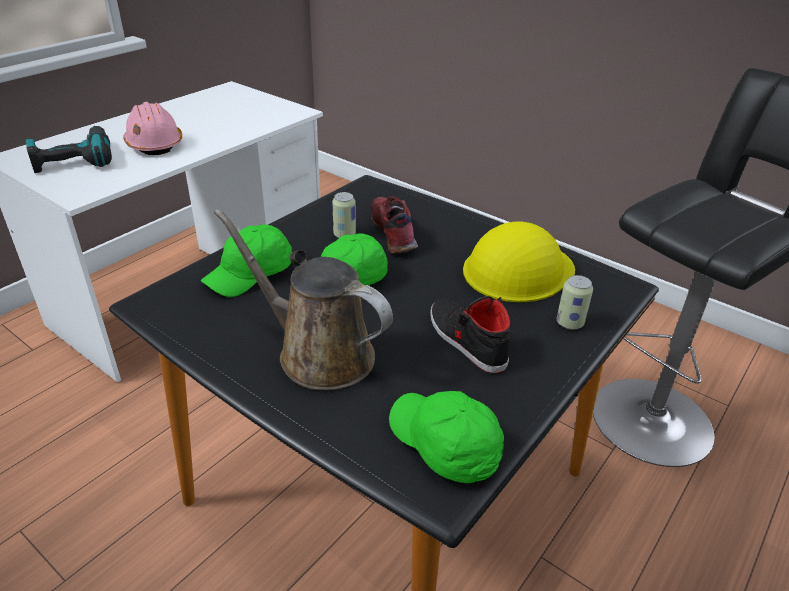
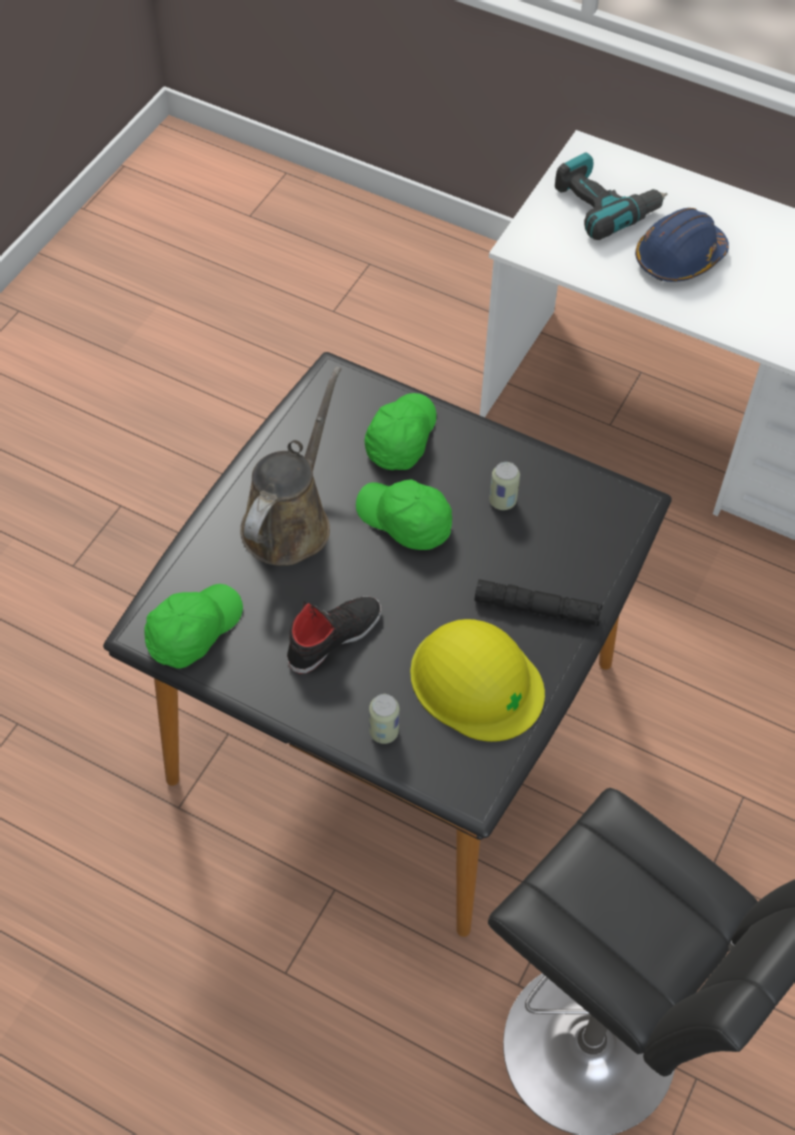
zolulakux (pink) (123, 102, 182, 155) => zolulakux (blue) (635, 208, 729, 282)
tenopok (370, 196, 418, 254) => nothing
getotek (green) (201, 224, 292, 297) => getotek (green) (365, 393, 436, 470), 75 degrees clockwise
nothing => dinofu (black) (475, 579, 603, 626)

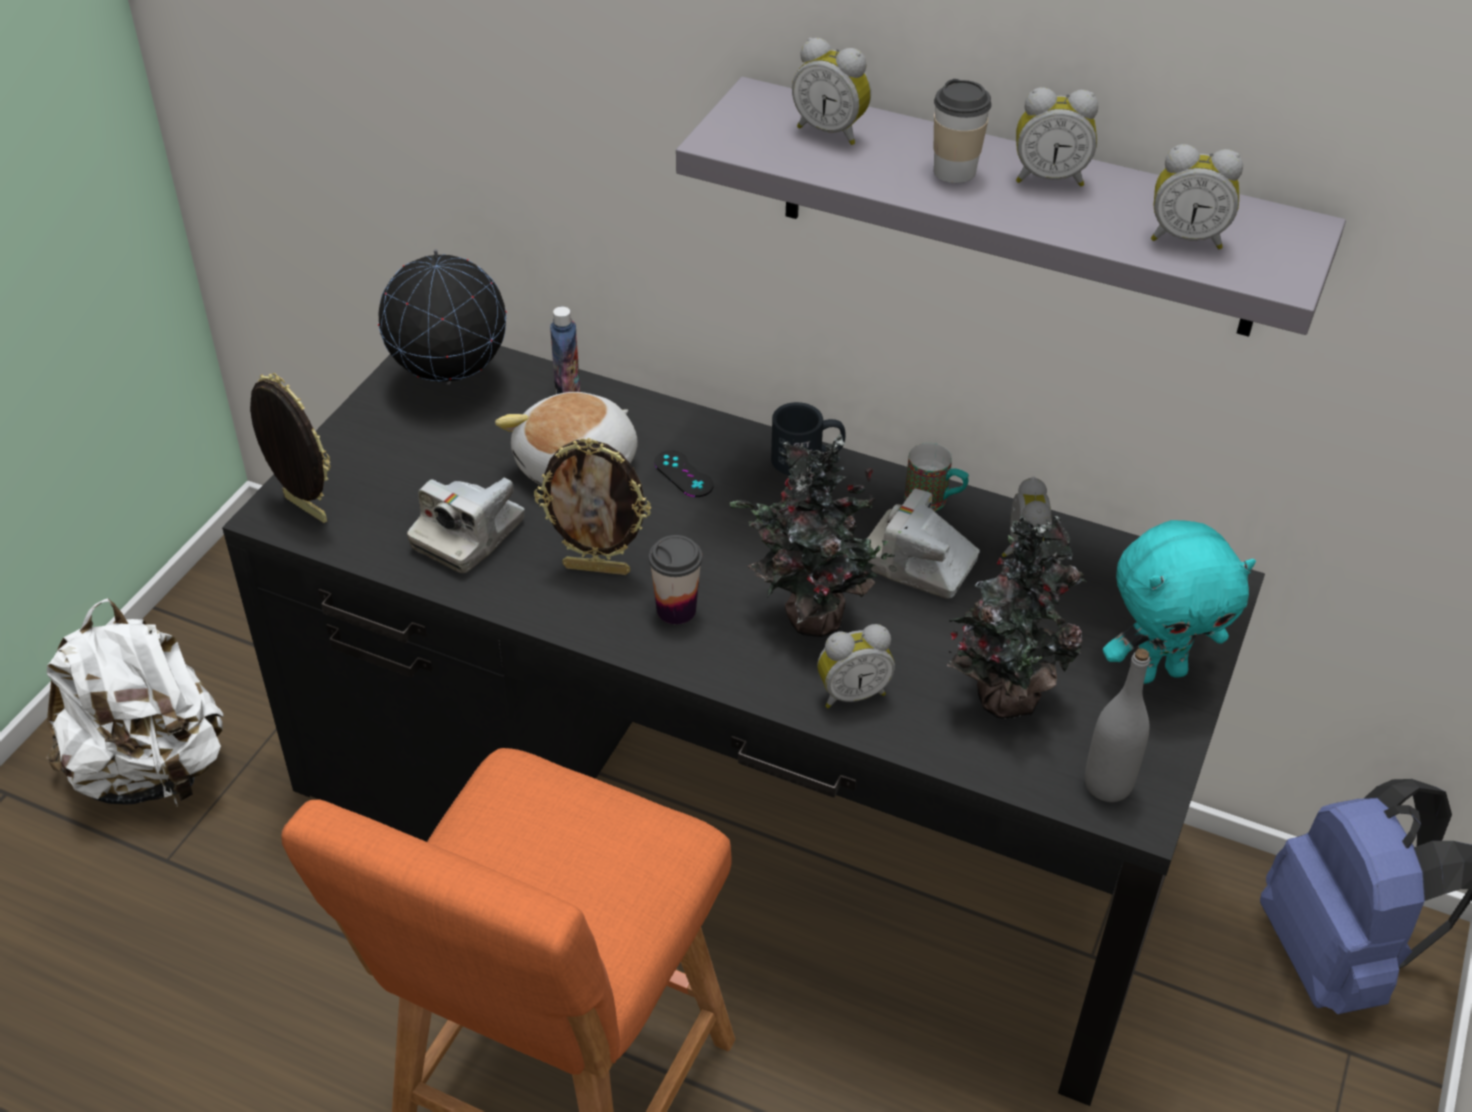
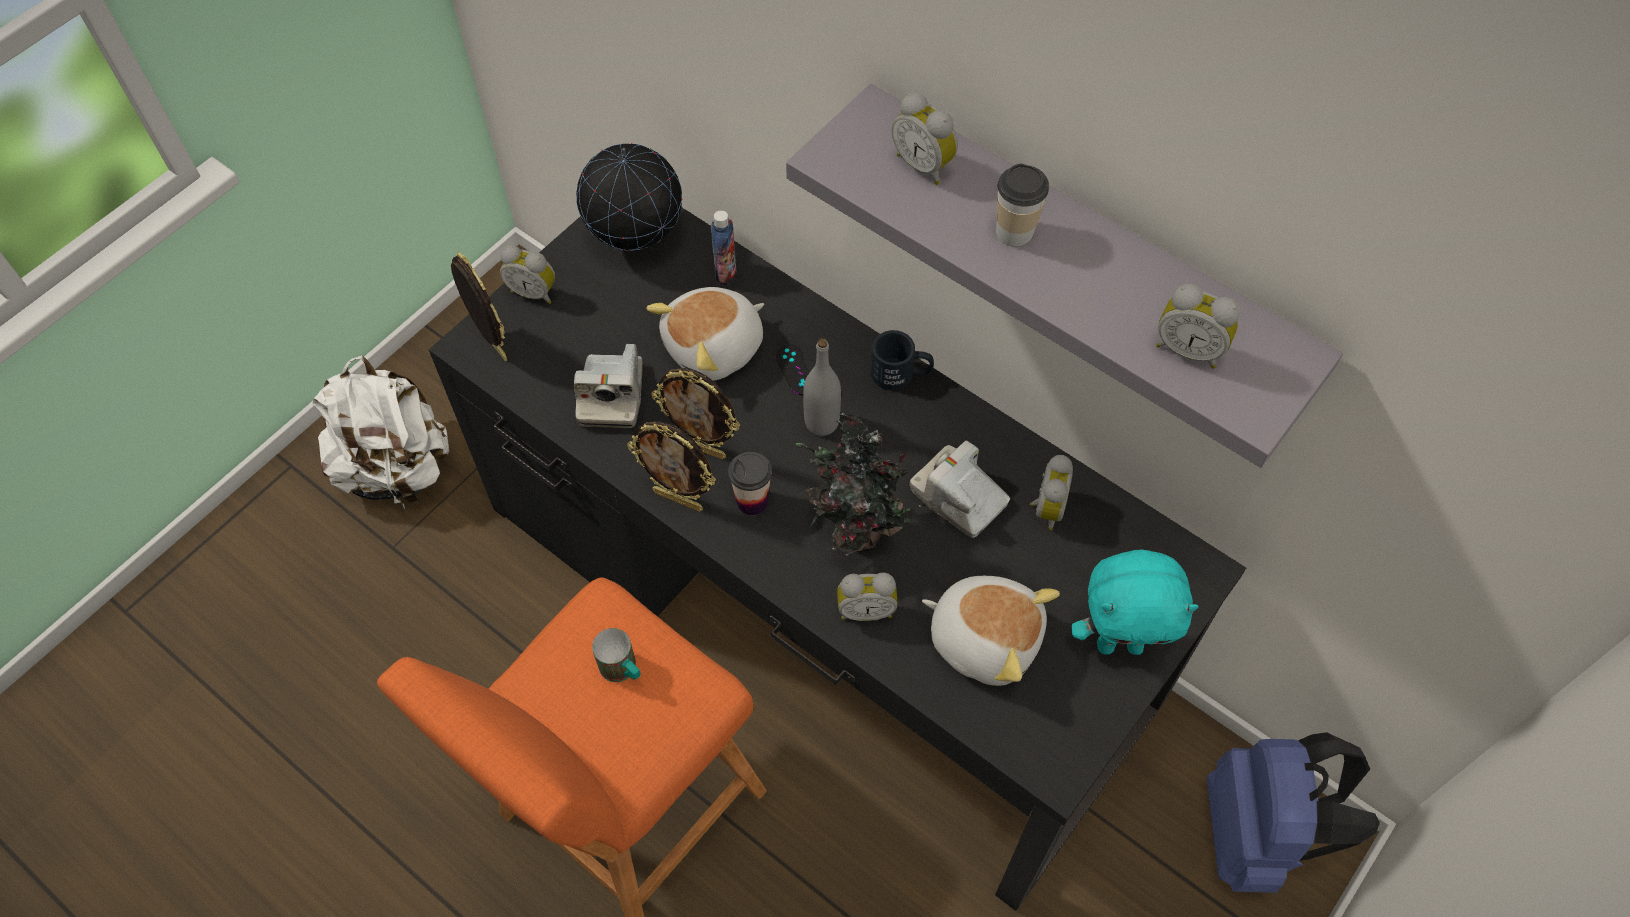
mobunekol (1016, 87, 1098, 187) => mobunekol (500, 245, 555, 304), moved
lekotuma (904, 443, 969, 511) => lekotuma (592, 628, 641, 682), moved
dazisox (407, 478, 524, 573) => dazisox (574, 344, 643, 428), 45 degrees counterclockwise
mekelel (947, 515, 1087, 719) => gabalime (922, 576, 1060, 686)
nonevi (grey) (1085, 649, 1150, 802) => nonevi (grey) (803, 338, 841, 436), moved
nothing => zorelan (627, 421, 716, 512)

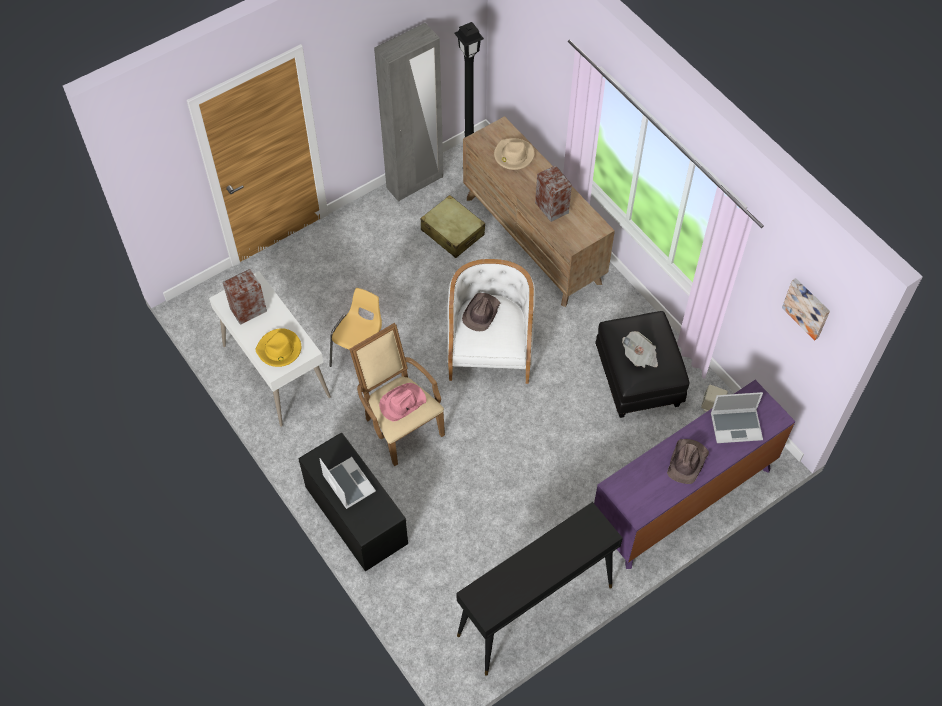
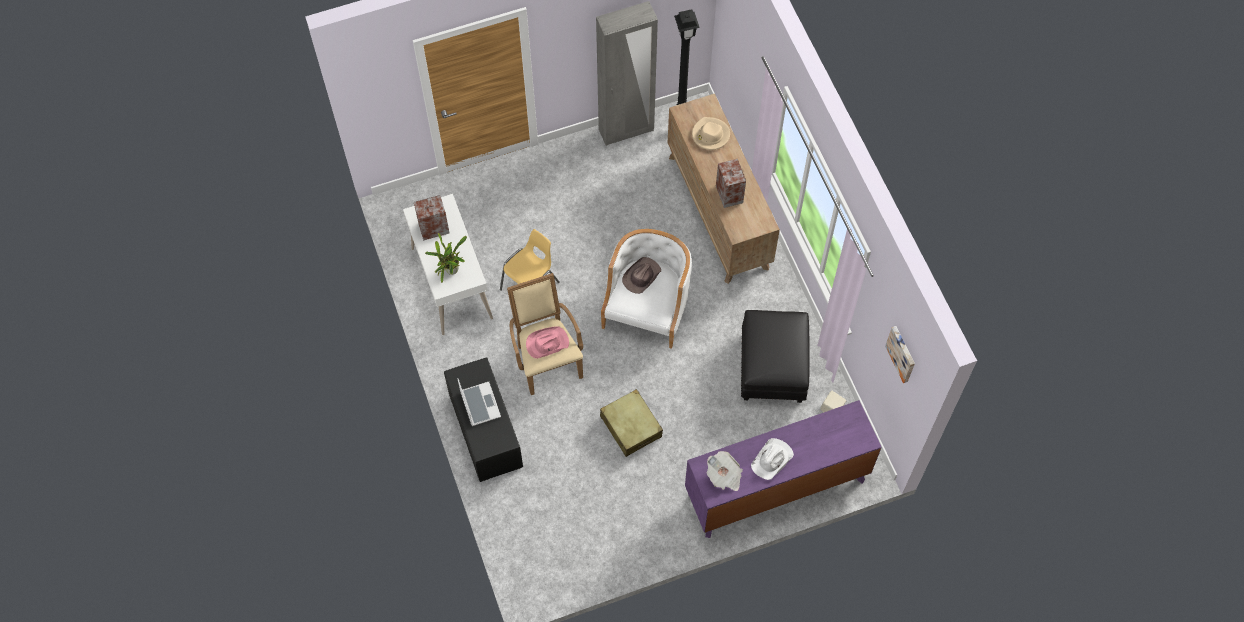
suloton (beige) (421, 195, 485, 258) => suloton (beige) (600, 389, 663, 457), moved
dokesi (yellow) (255, 328, 301, 367) => mekelel (425, 233, 467, 283)
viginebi (622, 331, 658, 368) => viginebi (707, 451, 743, 491), moved
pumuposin (711, 392, 763, 443) => nothing
dokesi (brown) (667, 439, 709, 484) => dokesi (white) (751, 438, 794, 480)
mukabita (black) (457, 502, 623, 676) => nothing

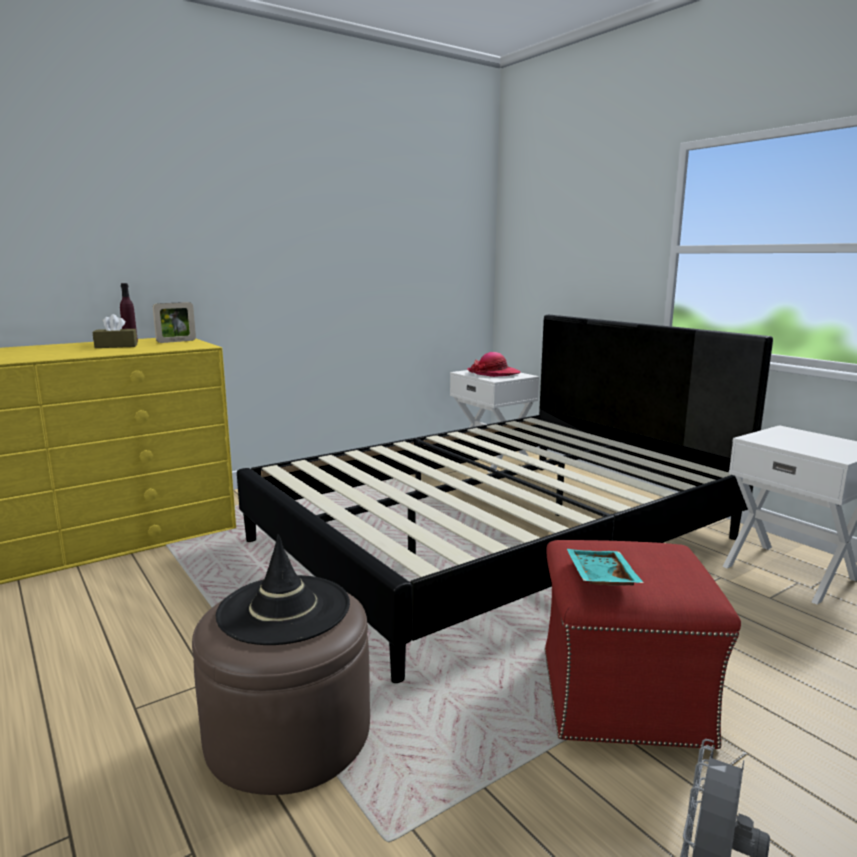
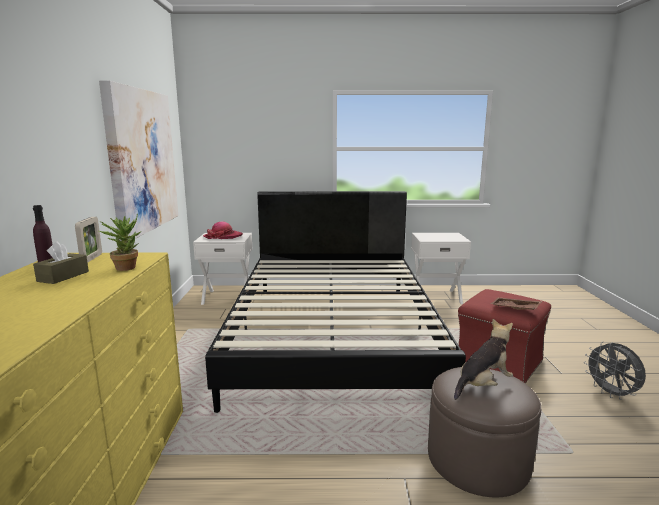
dokesi (black) (216, 534, 350, 645) => gabalime (454, 319, 513, 400)
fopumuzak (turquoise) (567, 549, 644, 586) => fopumuzak (brown) (490, 298, 542, 310)
nothing => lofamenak (99, 80, 178, 241)
nothing => mekelel (99, 213, 141, 271)

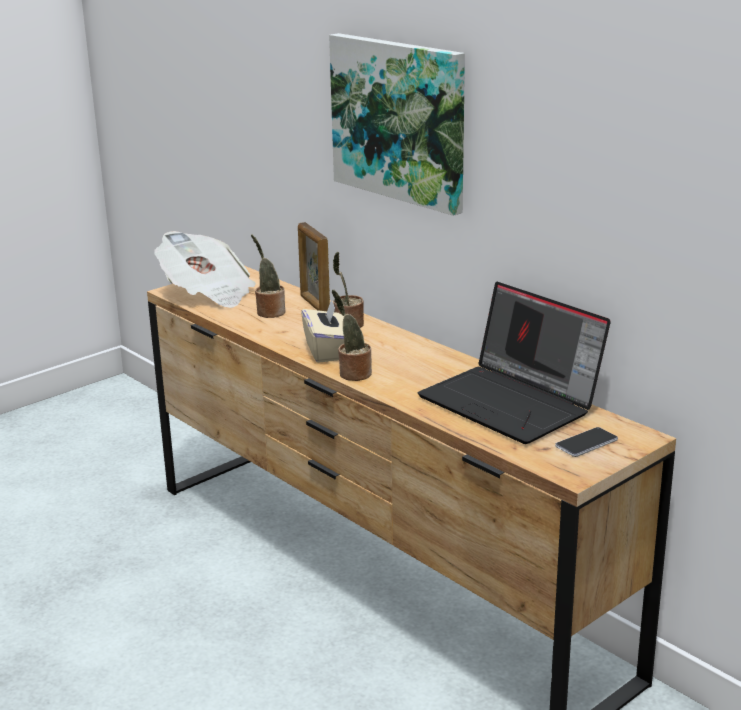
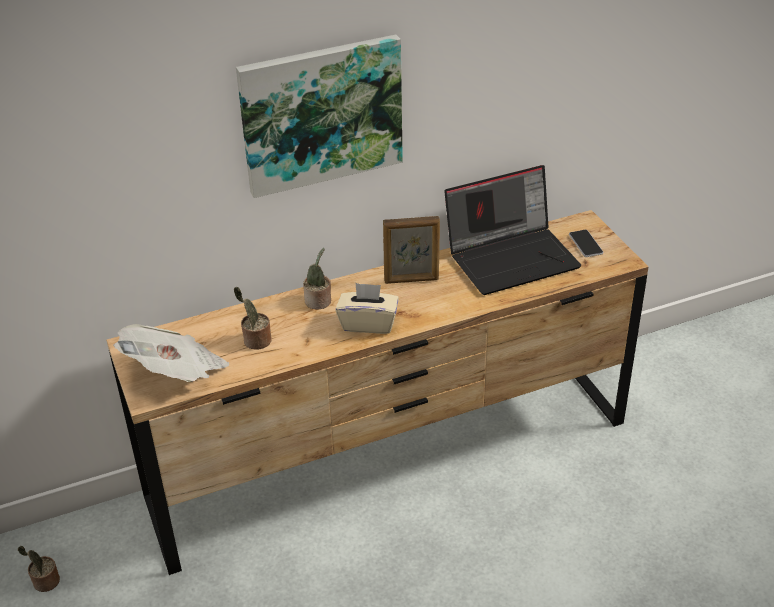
zorelan (298, 222, 330, 311) => zorelan (383, 216, 440, 284), moved
mekelel (332, 290, 372, 381) => mekelel (18, 546, 60, 592), moved

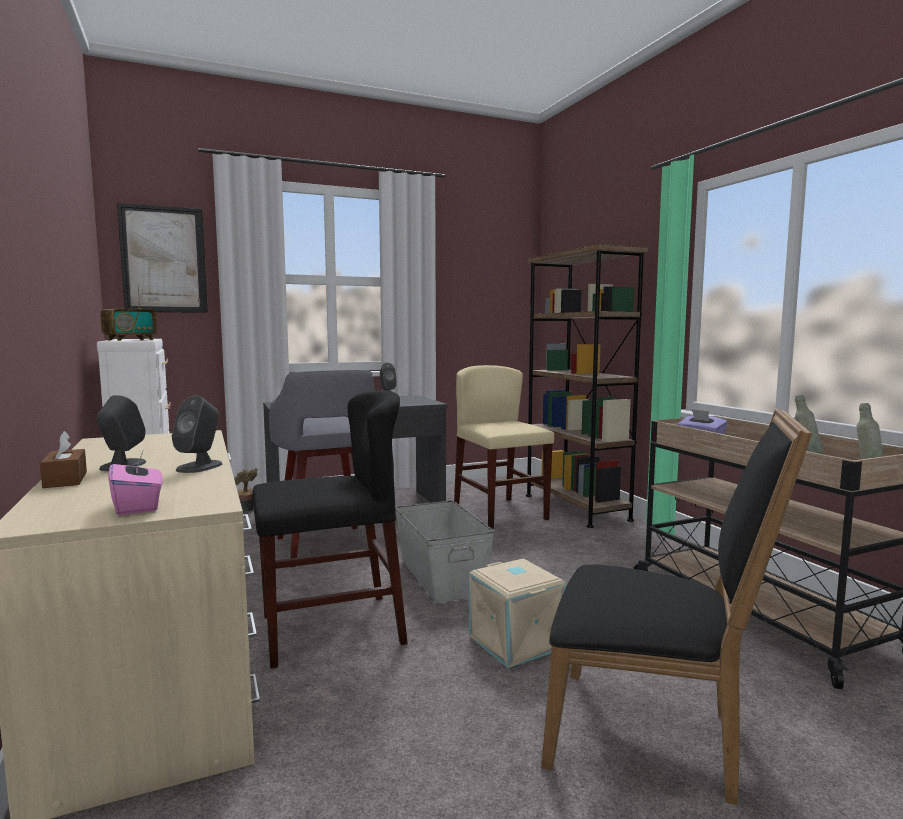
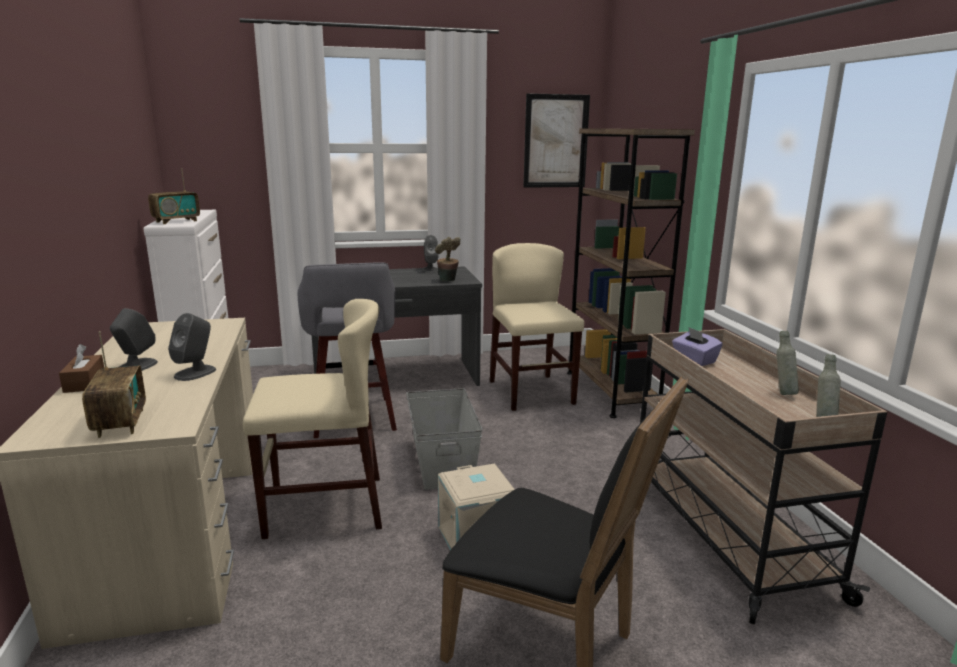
lofamenak (117, 203, 208, 313) => lofamenak (523, 93, 590, 188), moved
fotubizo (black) (252, 390, 408, 669) => fotubizo (beige) (243, 299, 382, 539)
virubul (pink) (108, 451, 163, 516) => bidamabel (82, 331, 146, 438)
mekelel (234, 468, 258, 512) => mekelel (435, 237, 461, 281), moved

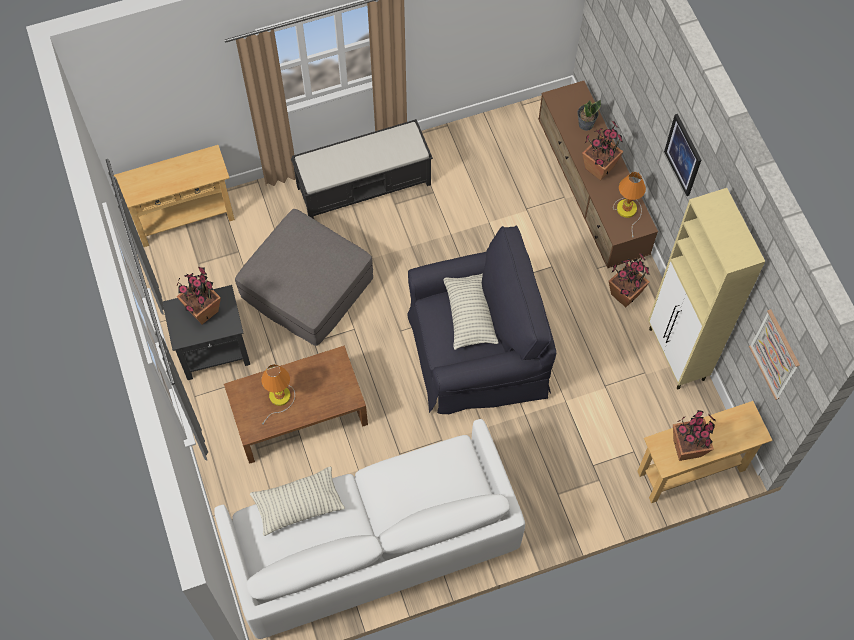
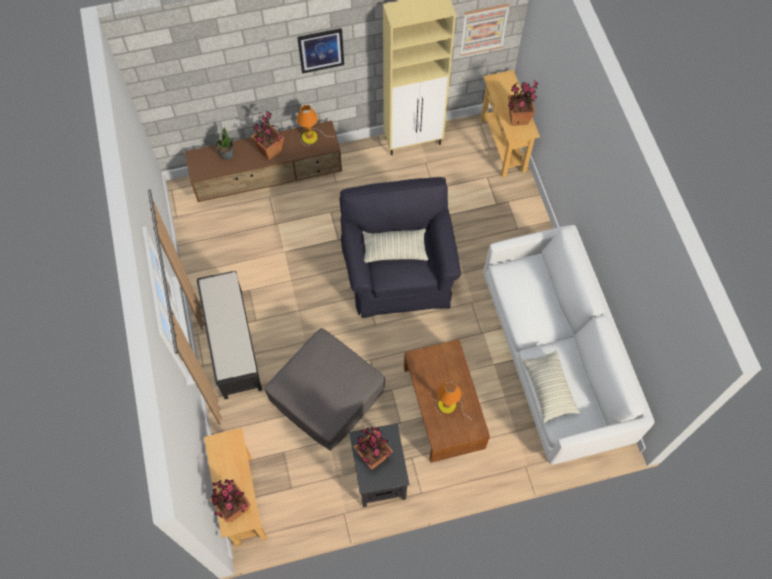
mekelel (609, 253, 650, 307) => mekelel (210, 479, 250, 522), moved

